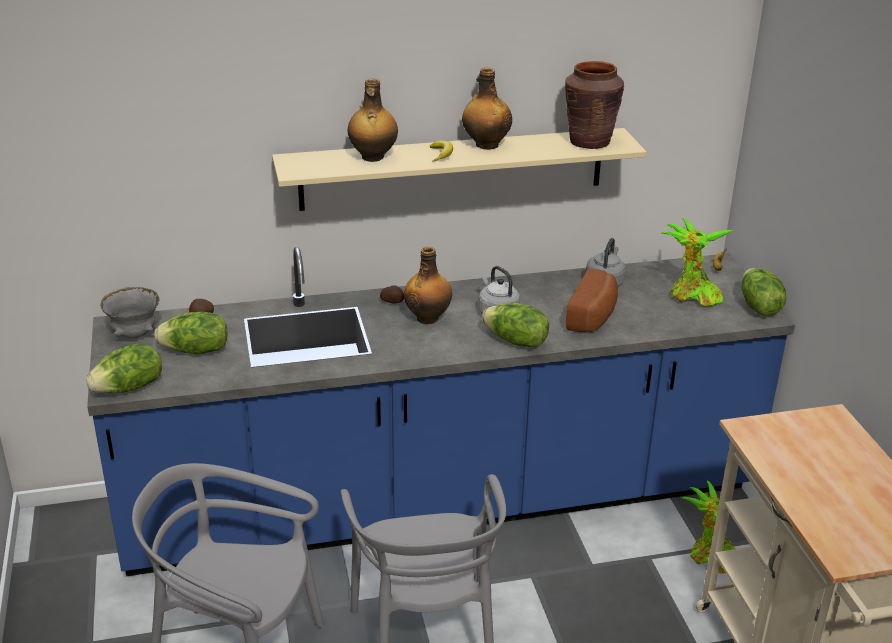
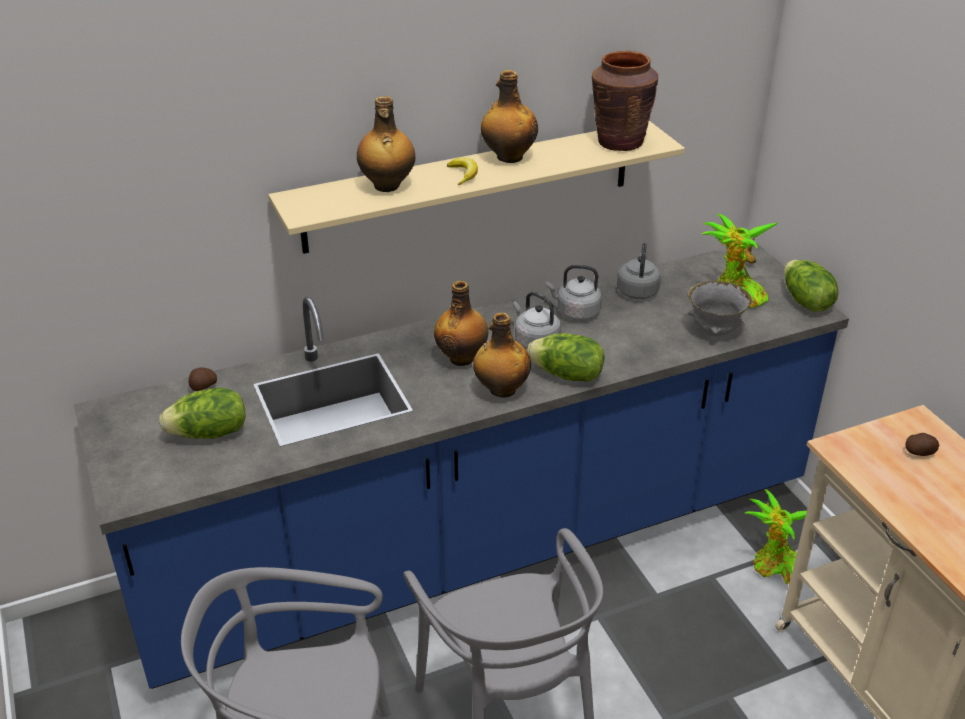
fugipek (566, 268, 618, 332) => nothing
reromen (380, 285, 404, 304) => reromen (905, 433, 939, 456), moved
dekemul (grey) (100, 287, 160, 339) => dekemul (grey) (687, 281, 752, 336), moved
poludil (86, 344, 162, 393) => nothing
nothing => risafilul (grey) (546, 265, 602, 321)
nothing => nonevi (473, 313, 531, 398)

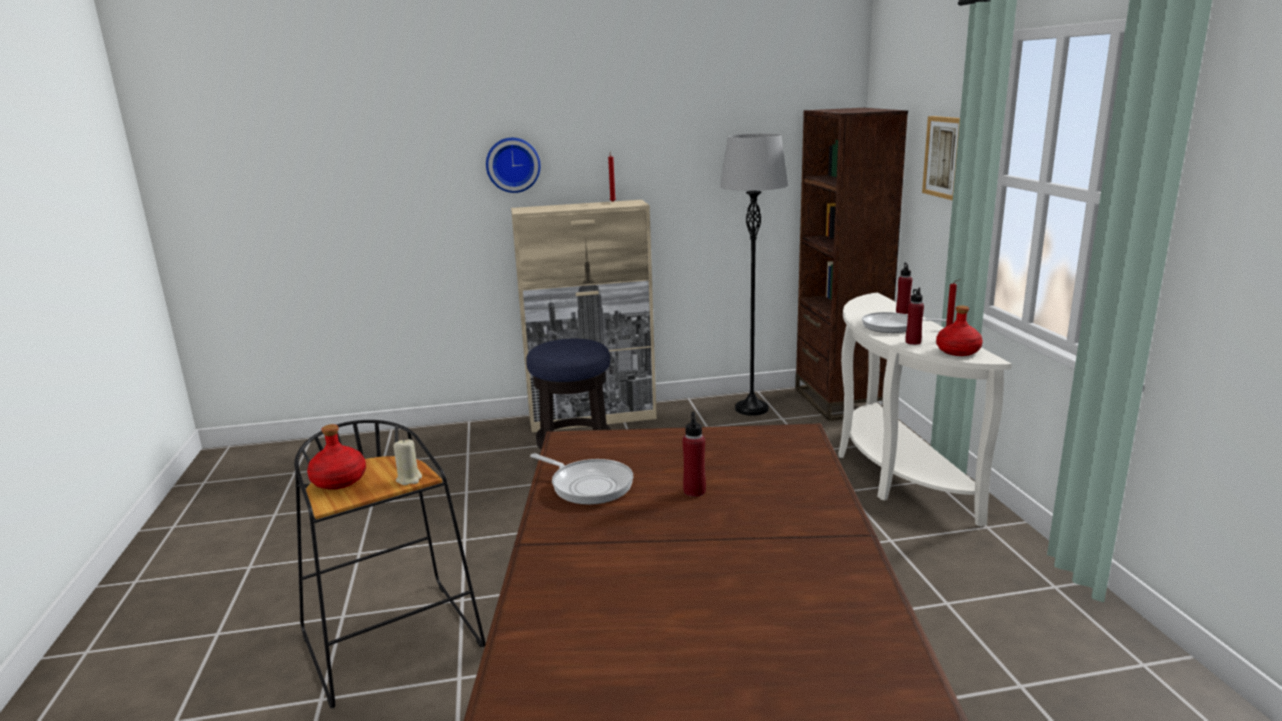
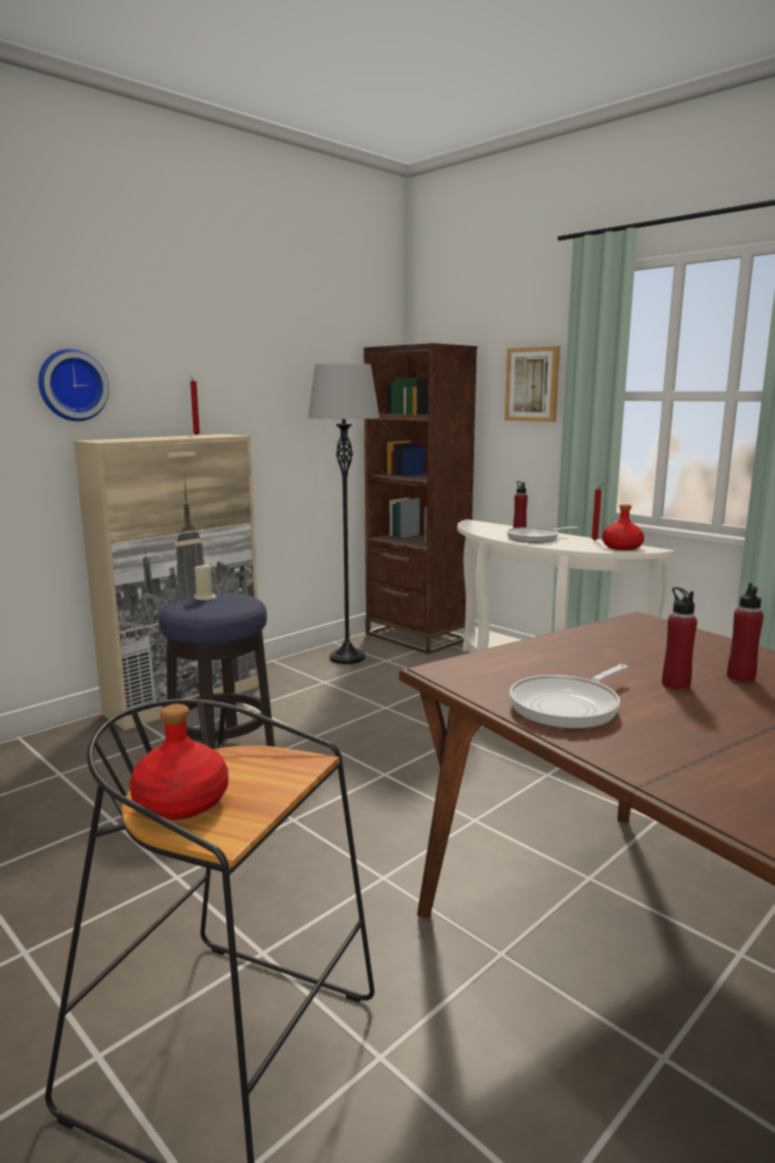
nonevi (red) (905, 288, 924, 345) => nonevi (red) (727, 583, 764, 683), moved
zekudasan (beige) (393, 439, 422, 485) => zekudasan (beige) (194, 563, 217, 601), moved
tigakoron (530, 453, 633, 505) => tigakoron (510, 664, 628, 729), 135 degrees clockwise

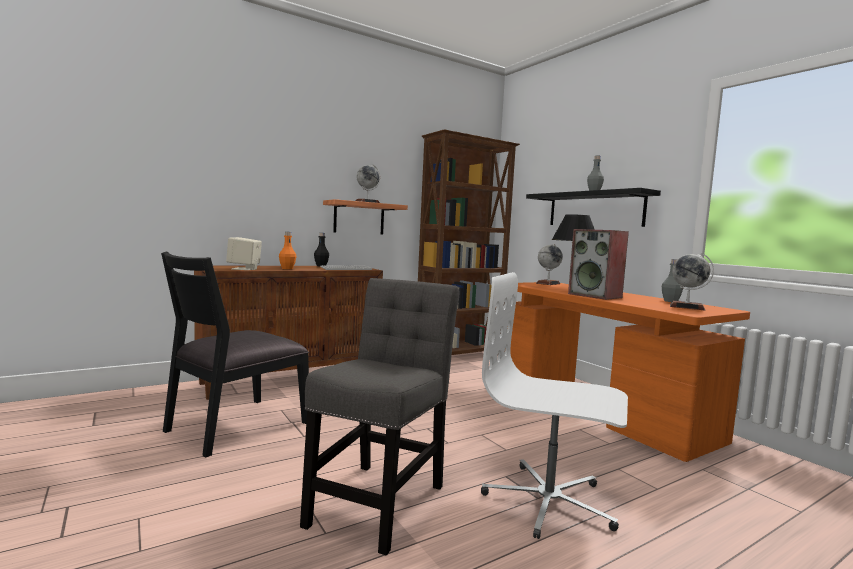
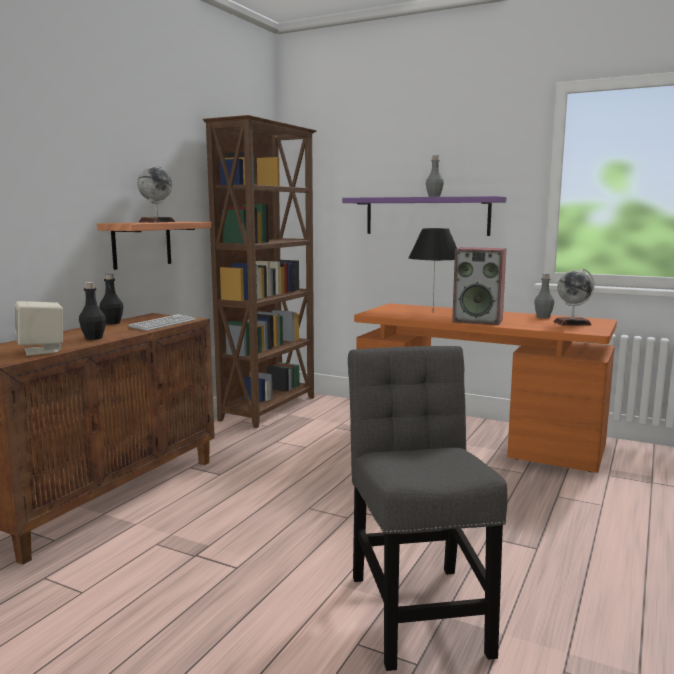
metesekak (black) (526, 188, 661, 227) => metesekak (purple) (342, 196, 506, 236)
nonevi (orange) (279, 232, 296, 269) => nonevi (black) (79, 282, 106, 340)
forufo (536, 243, 563, 285) => nothing
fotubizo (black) (161, 252, 309, 458) => nothing
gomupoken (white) (481, 272, 628, 539) => nothing

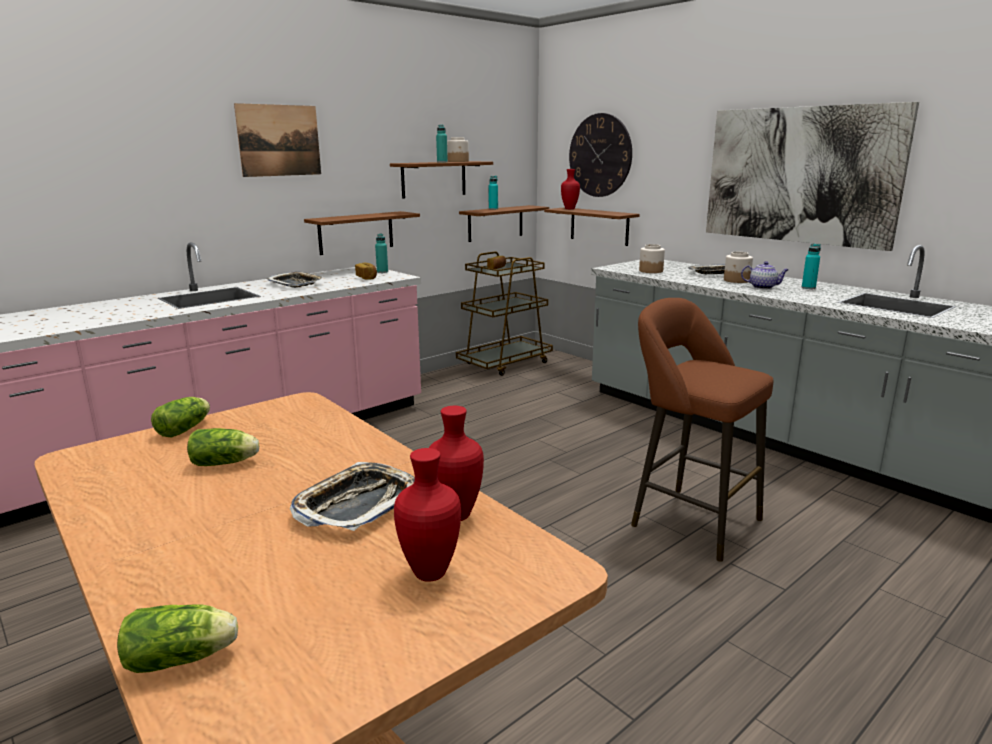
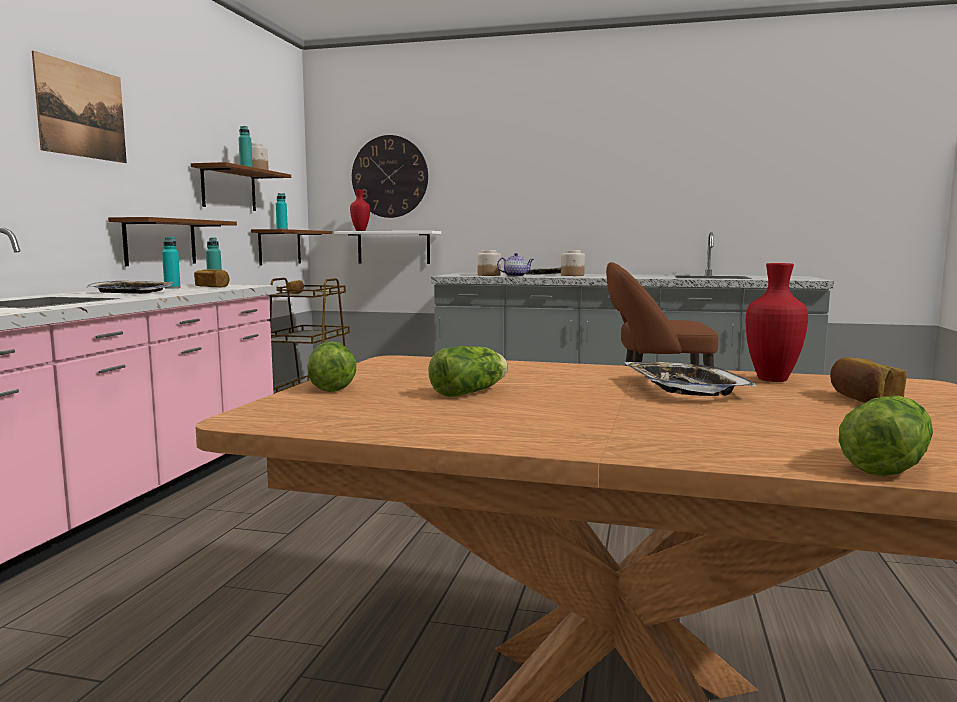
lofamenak (706, 102, 919, 251) => nothing
metesekak (brown) (544, 207, 640, 246) => metesekak (white) (334, 231, 441, 264)
nonevi (turquoise) (802, 244, 821, 289) => nonevi (turquoise) (162, 237, 181, 289), moved
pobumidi (741, 261, 789, 289) => pobumidi (497, 253, 534, 277), moved
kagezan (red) (394, 448, 461, 582) => fugipek (830, 357, 907, 403)

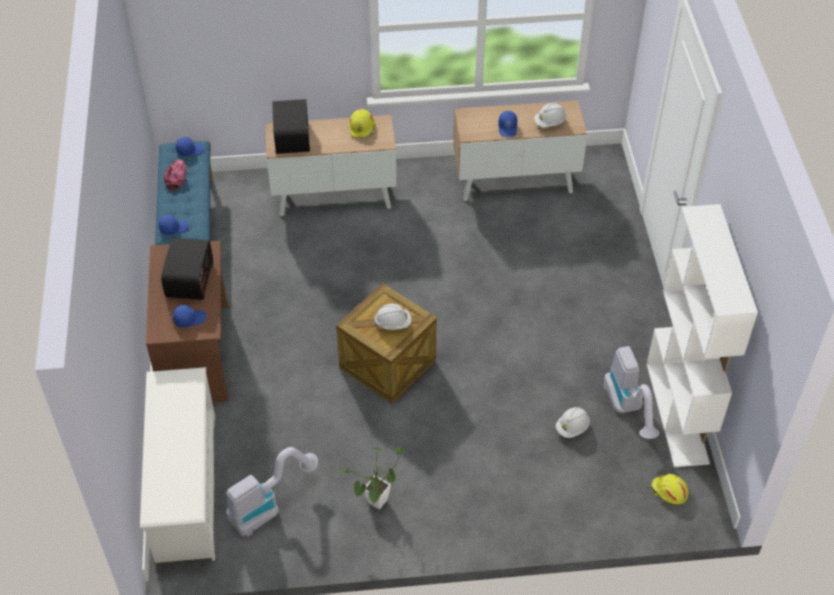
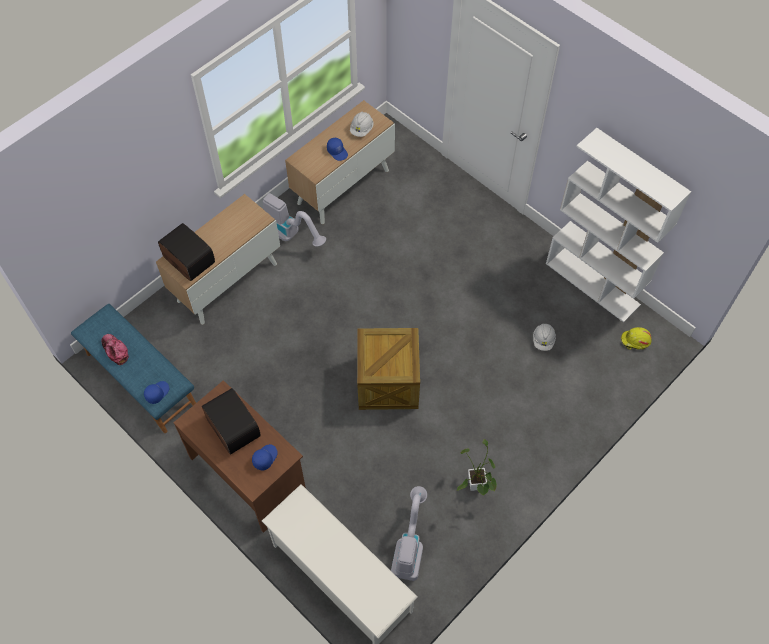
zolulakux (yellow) (349, 109, 375, 138) => nothing
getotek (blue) (176, 137, 204, 156) => nothing
zolulakux (white) (374, 304, 412, 330) => nothing
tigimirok (603, 346, 659, 439) => tigimirok (263, 193, 326, 247), moved

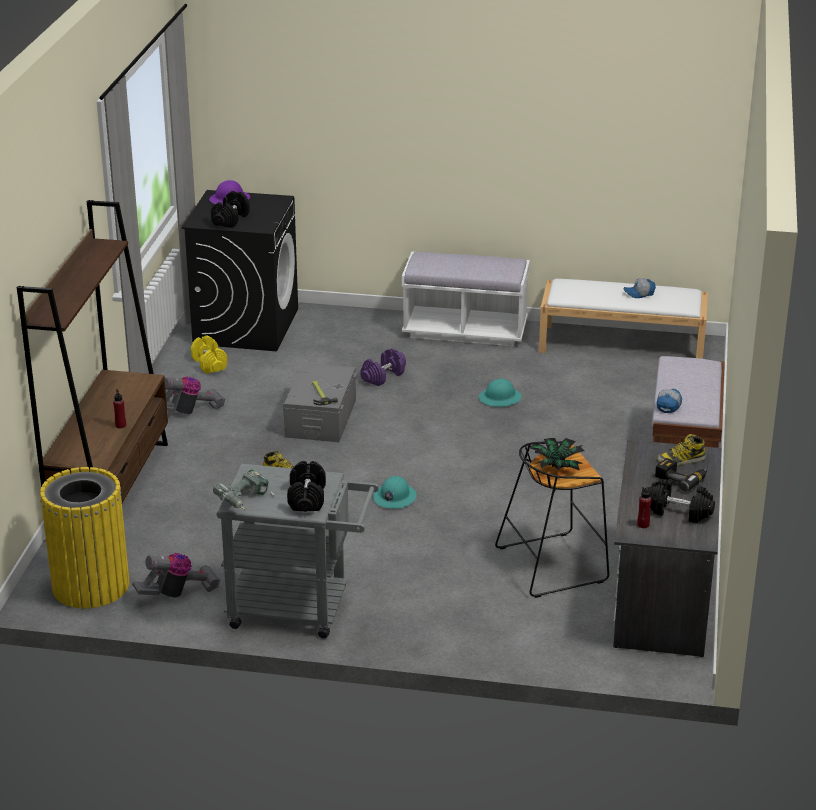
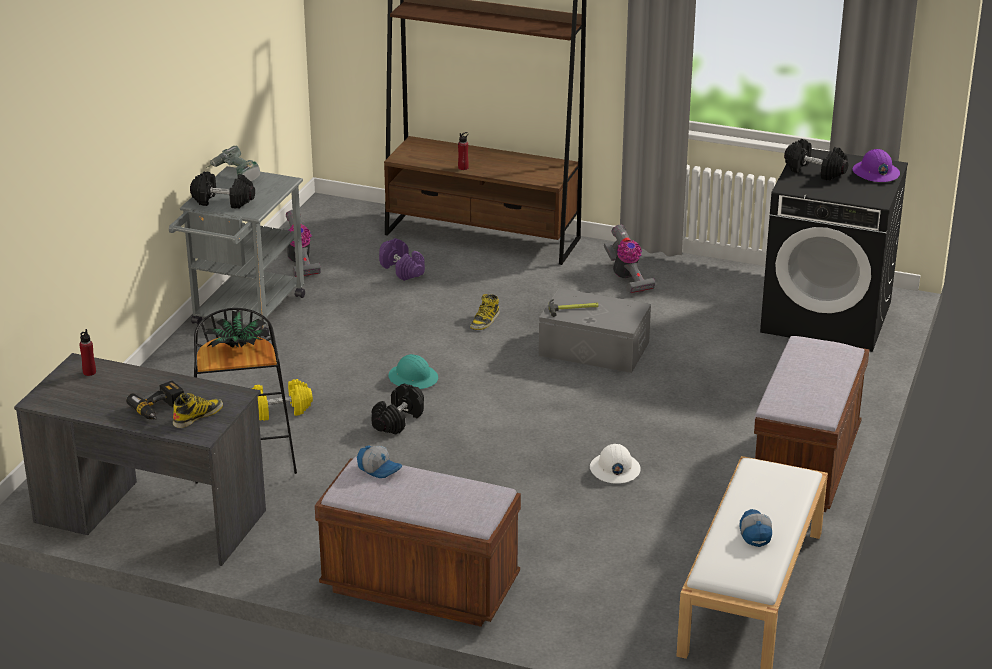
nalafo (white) (402, 251, 530, 346) => nalafo (brown) (754, 336, 870, 512)
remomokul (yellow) (191, 336, 227, 374) => remomokul (yellow) (252, 379, 313, 421), moved
remomokul (purple) (360, 348, 406, 386) => remomokul (purple) (379, 238, 425, 281), moved
zolulakux (turquoise) (479, 379, 522, 407) => zolulakux (white) (590, 444, 641, 484)
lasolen (657, 434, 705, 465) => lasolen (173, 393, 223, 428), 45 degrees clockwise
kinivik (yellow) (40, 467, 129, 609) => nothing
remomokul (black) (647, 479, 715, 523) => remomokul (black) (371, 384, 424, 435), moved

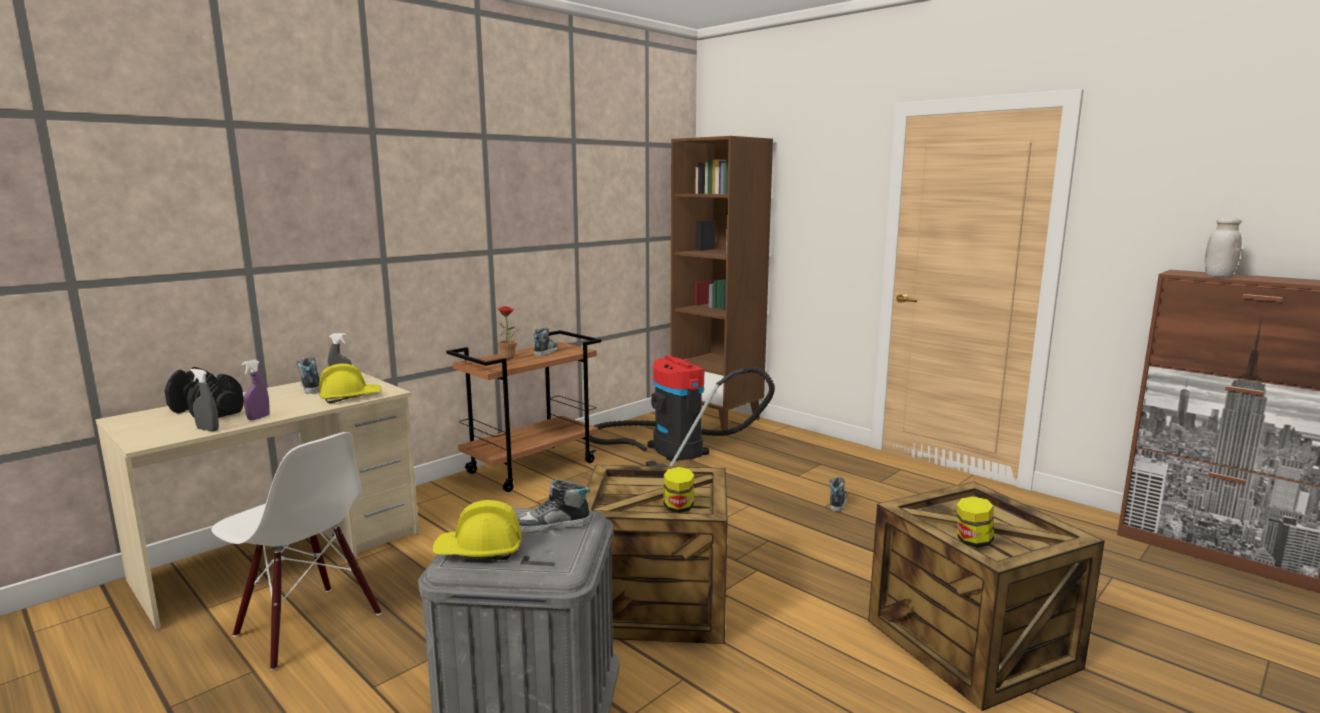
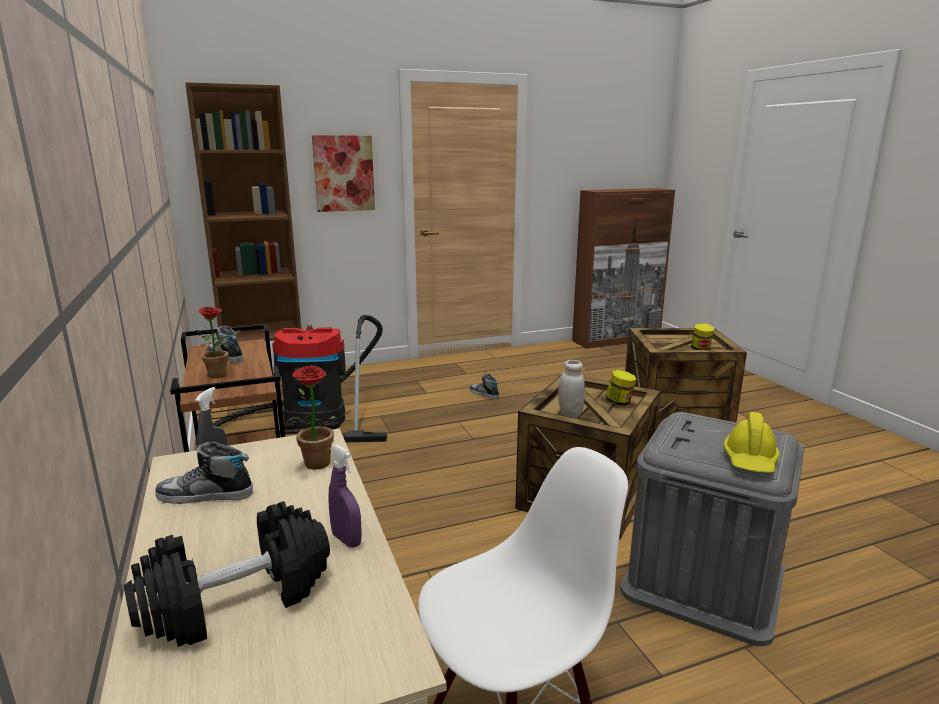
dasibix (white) (1205, 218, 1242, 277) => dasibix (white) (558, 360, 585, 418), moved
zolulakux (yellow) (319, 363, 382, 403) => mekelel (286, 365, 351, 469)
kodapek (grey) (190, 369, 219, 431) => nothing
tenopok (517, 479, 590, 533) => nothing
nothing => lofamenak (312, 135, 375, 212)

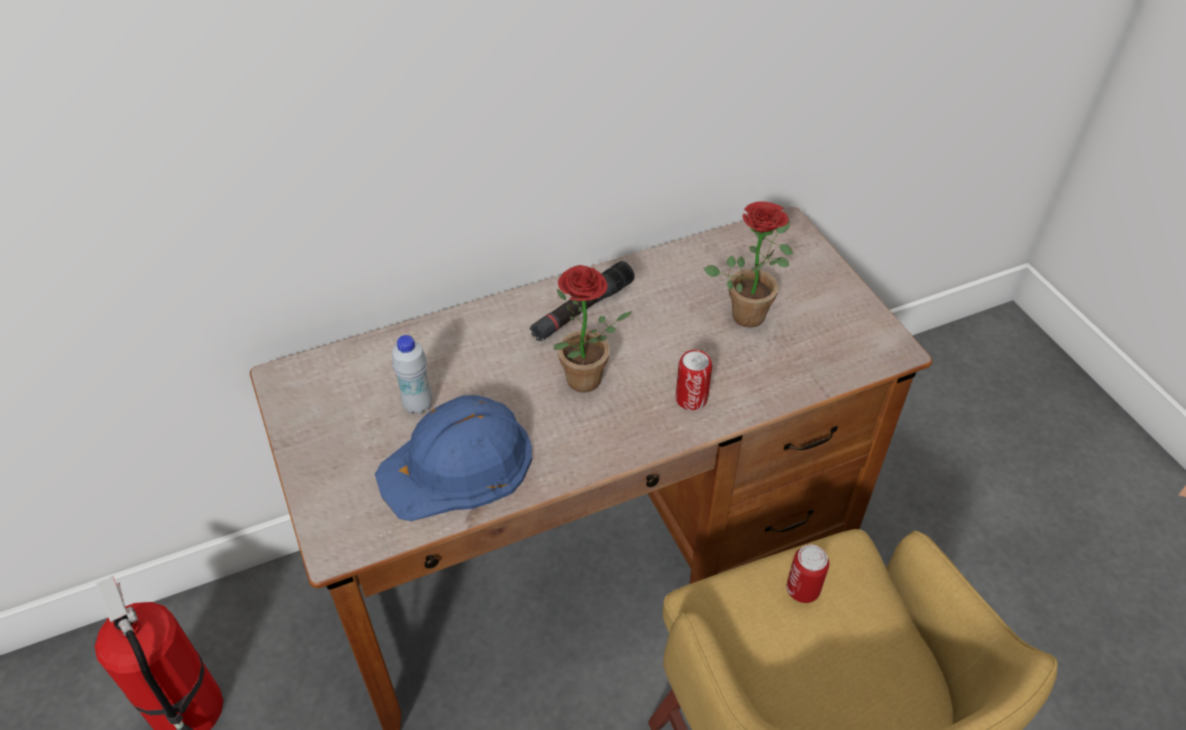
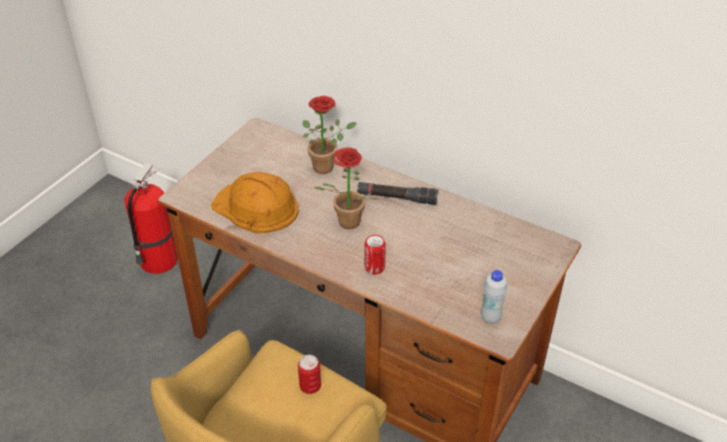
mekelel (704, 202, 793, 328) => mekelel (303, 96, 357, 174), moved
nonevi (white) (392, 335, 432, 414) => nonevi (white) (481, 270, 507, 324), moved
zolulakux (blue) (375, 395, 532, 521) => zolulakux (orange) (211, 172, 299, 233)

